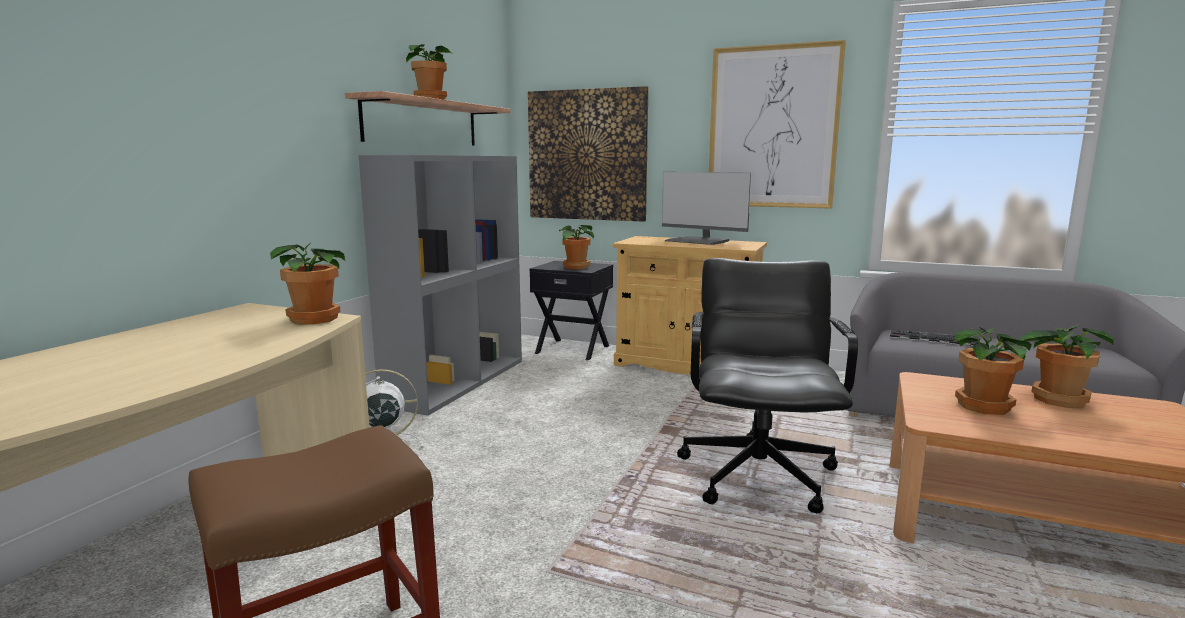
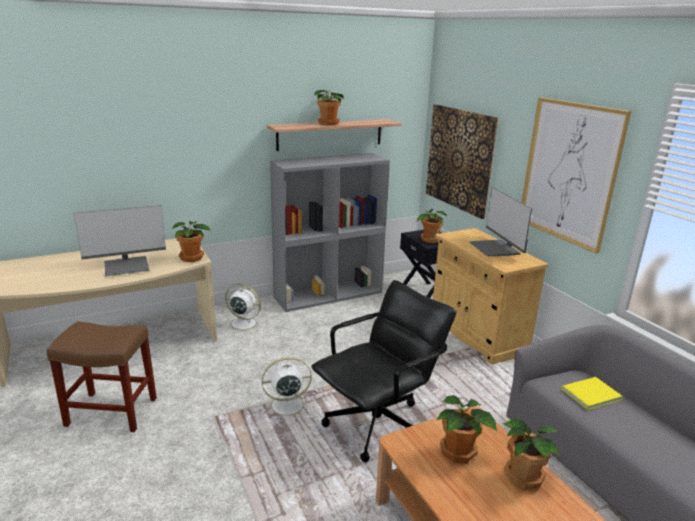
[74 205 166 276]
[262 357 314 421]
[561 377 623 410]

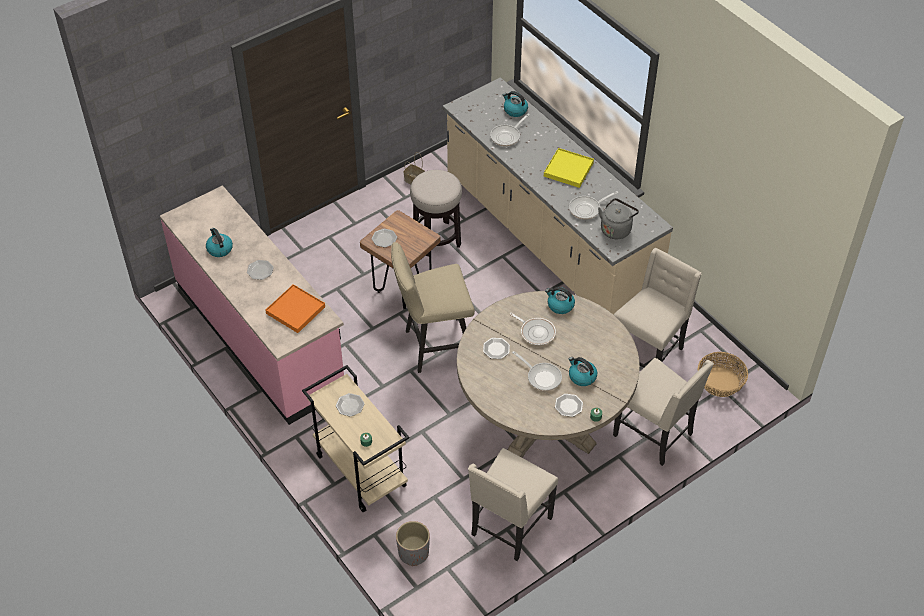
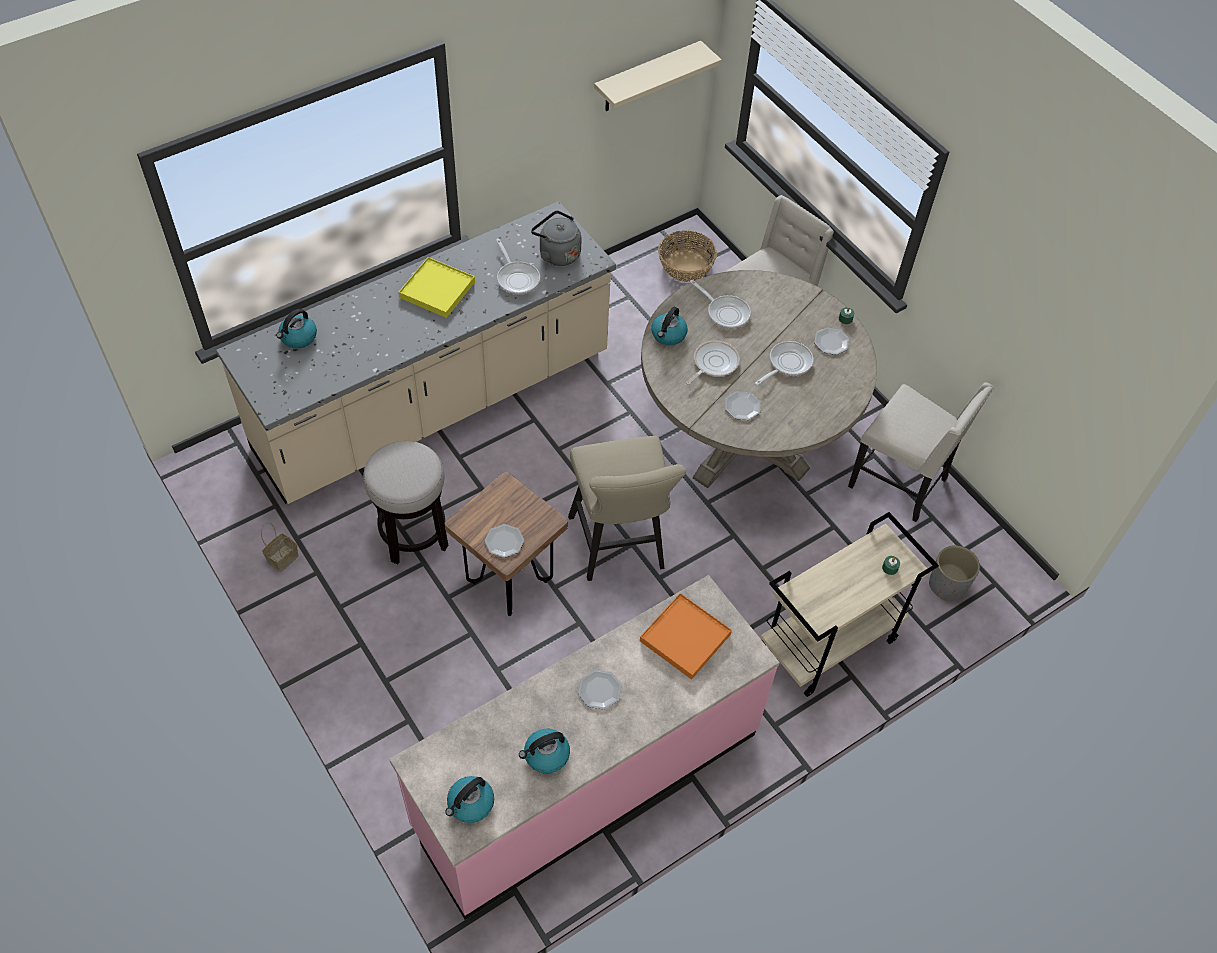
[336 393 364 417] (first image)
[614 248 702 368] (first image)
[594 41 722 111]
[690 280 751 329]
[445 776 494 823]

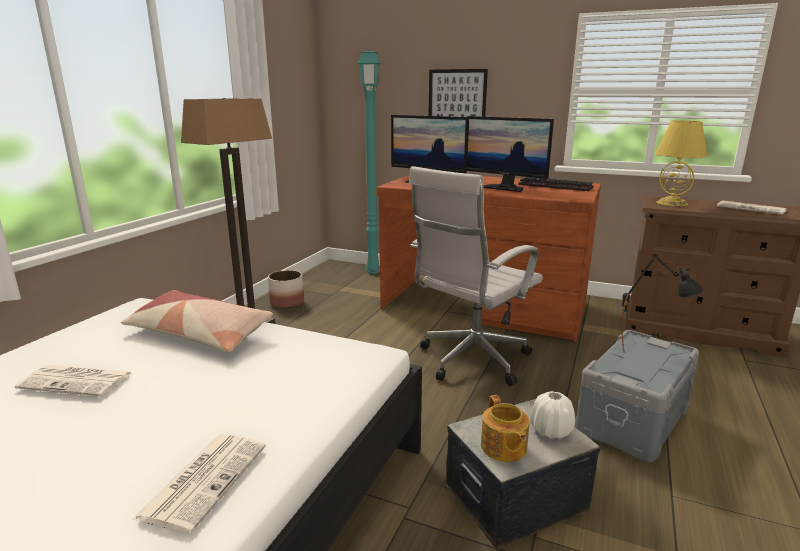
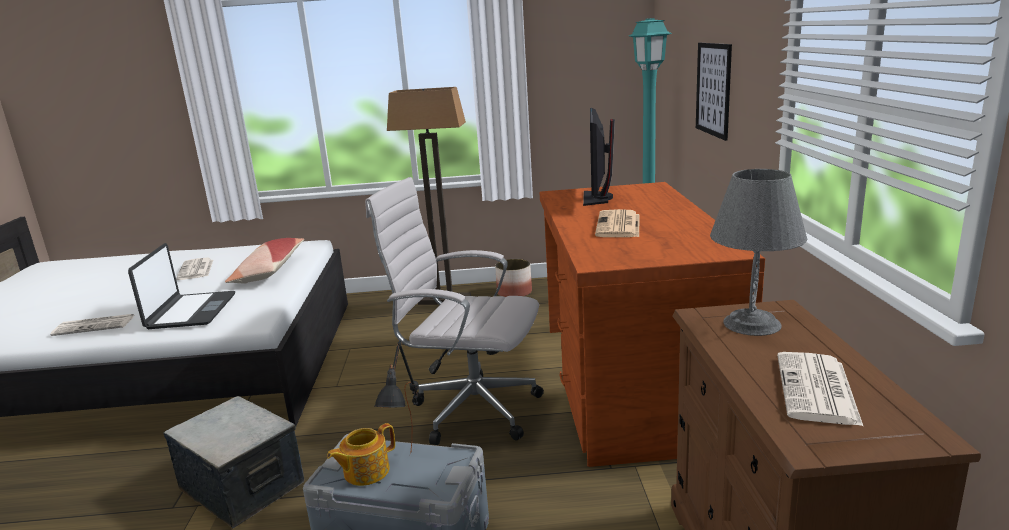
[519 177 594 191] (first image)
[530 391 575 439] (first image)
[128 243 235 329]
[327 423 395 486]
[595 209 639 237]
[710 169 807 336]

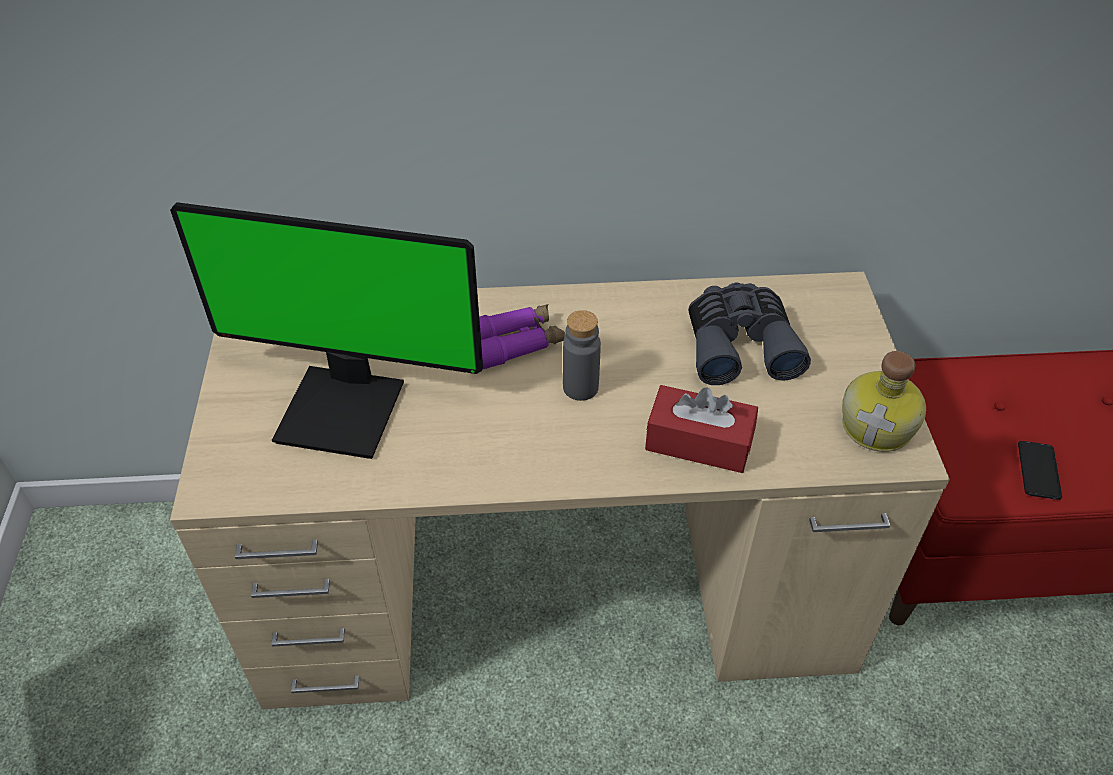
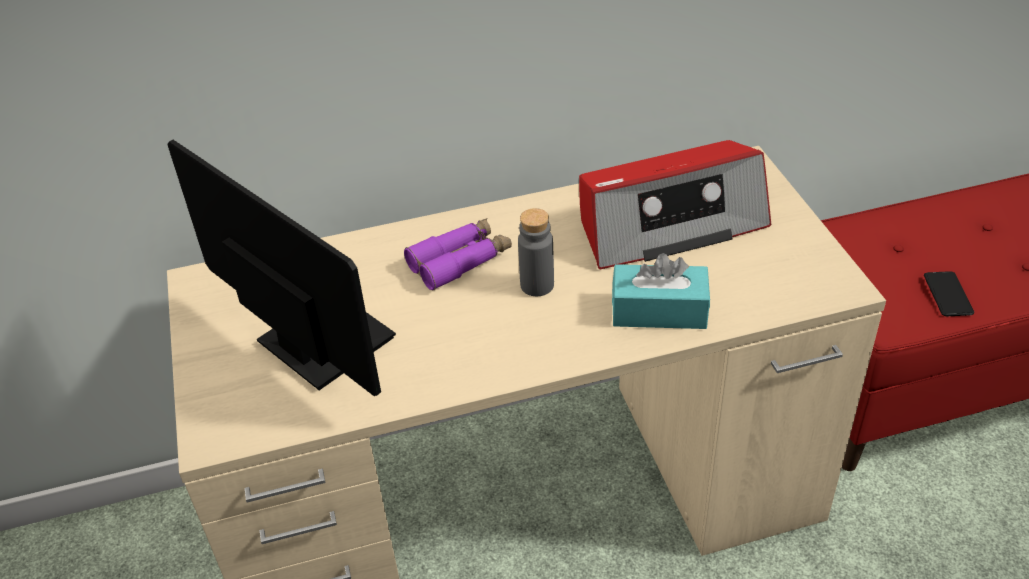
[842 351 926 452] (first image)
[579 140 771 269]
[612 253 710 329]
[167 140 396 396]

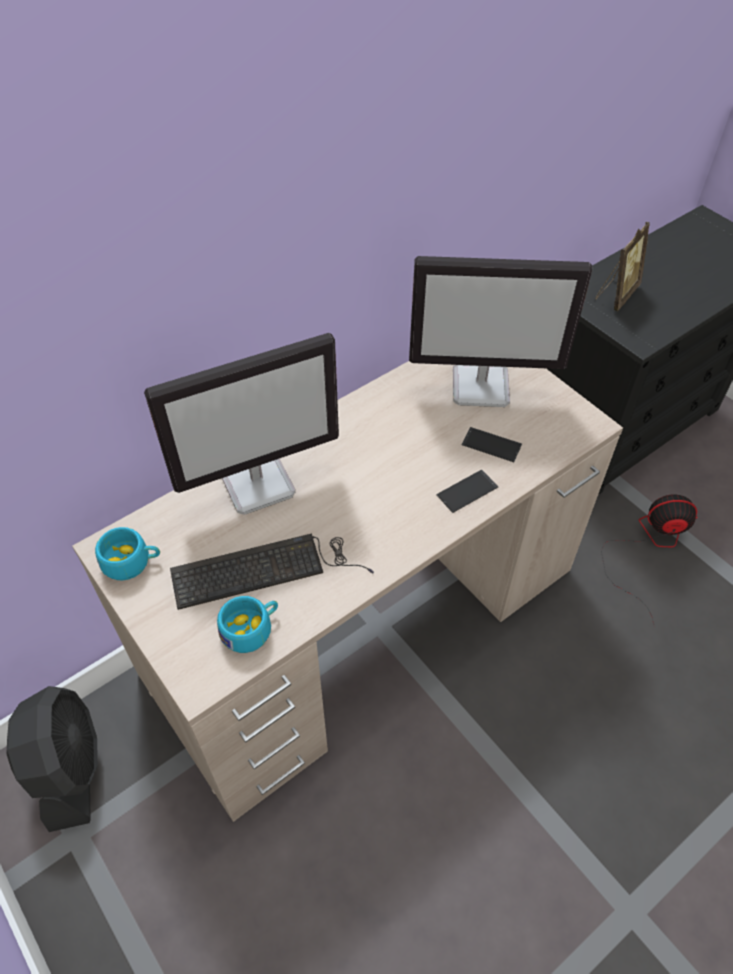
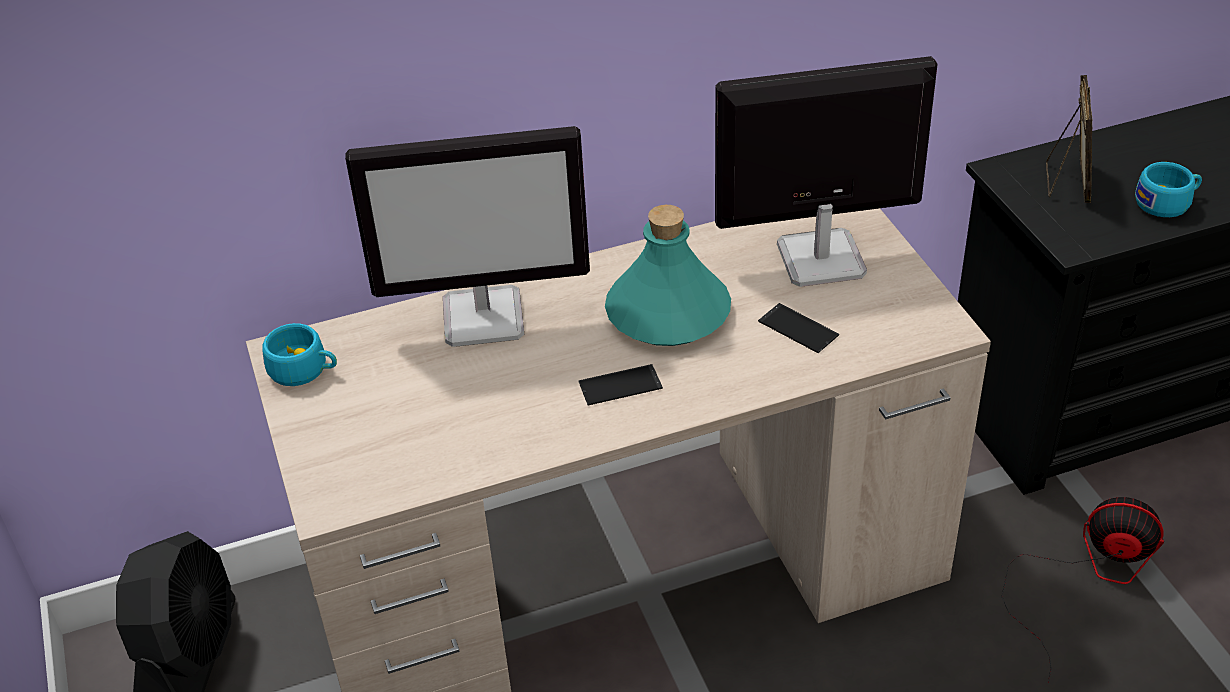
[170 534 374 610] (first image)
[605 205 731 346]
[1135 162 1202 217]
[578 364 663 405]
[715 56 937 287]
[1046 75 1092 203]

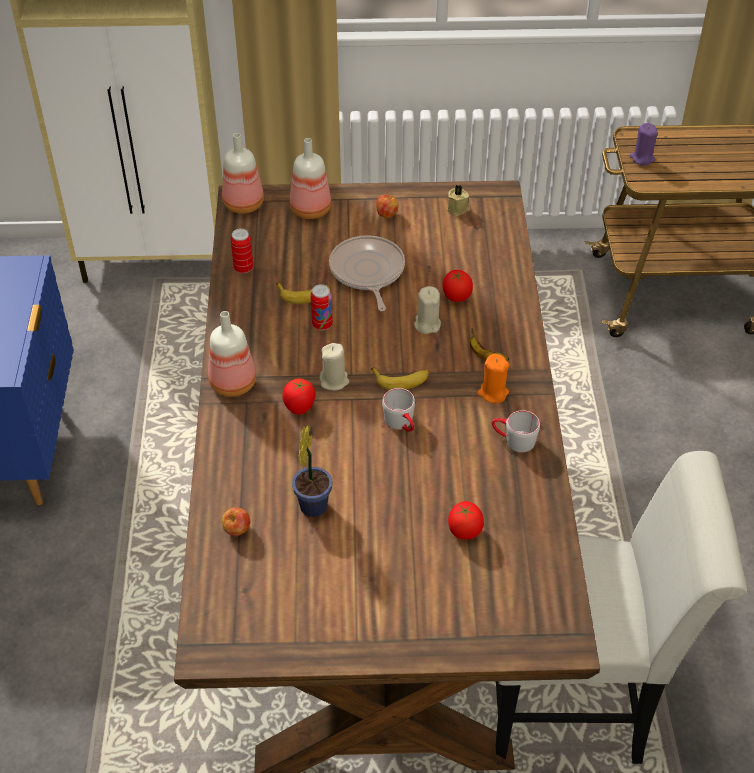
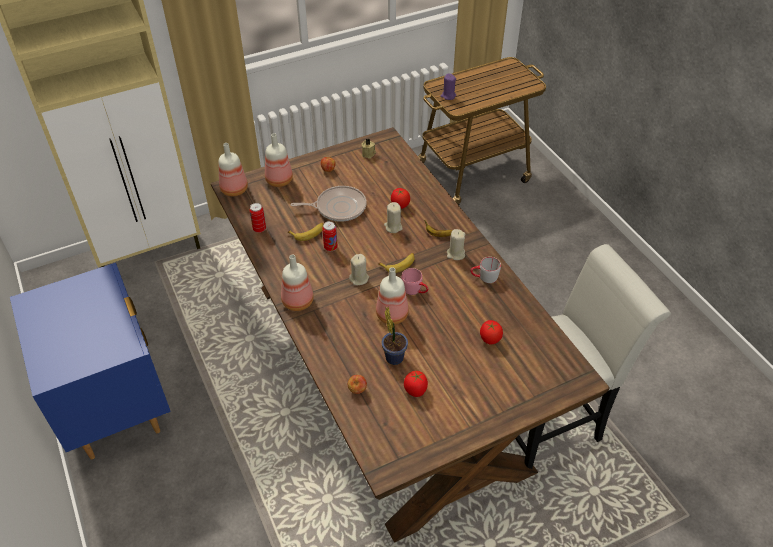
[376 267 409 325]
[404 371 428 397]
[401 268 429 295]
[447 229 465 260]
[291 186 366 222]

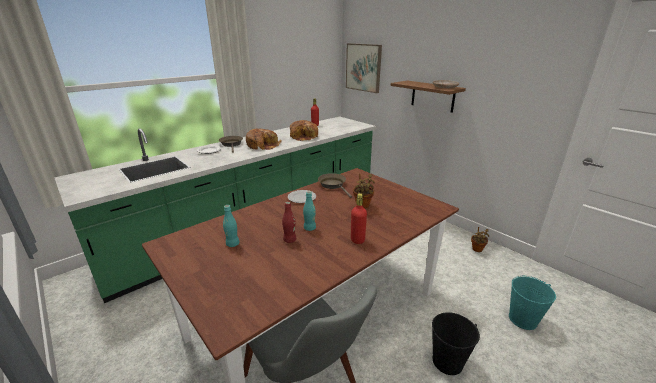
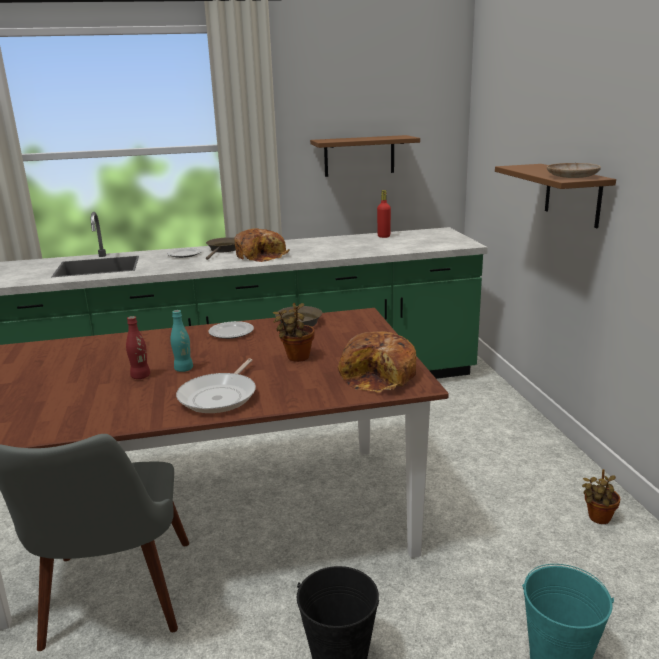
[223 205 240 247] (first image)
[346 43 382 93] (first image)
[310 135 420 177]
[338 331 416 392]
[176 358 256 413]

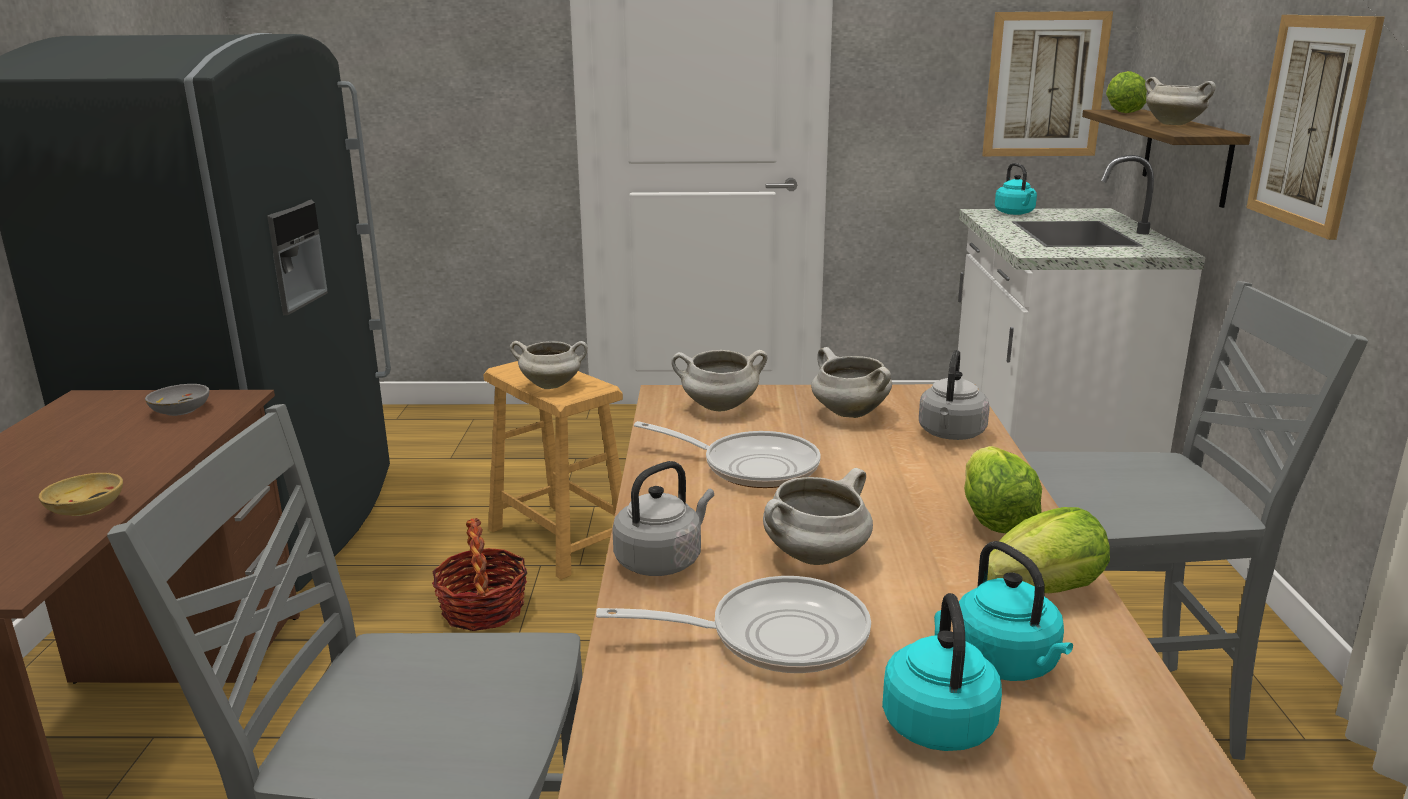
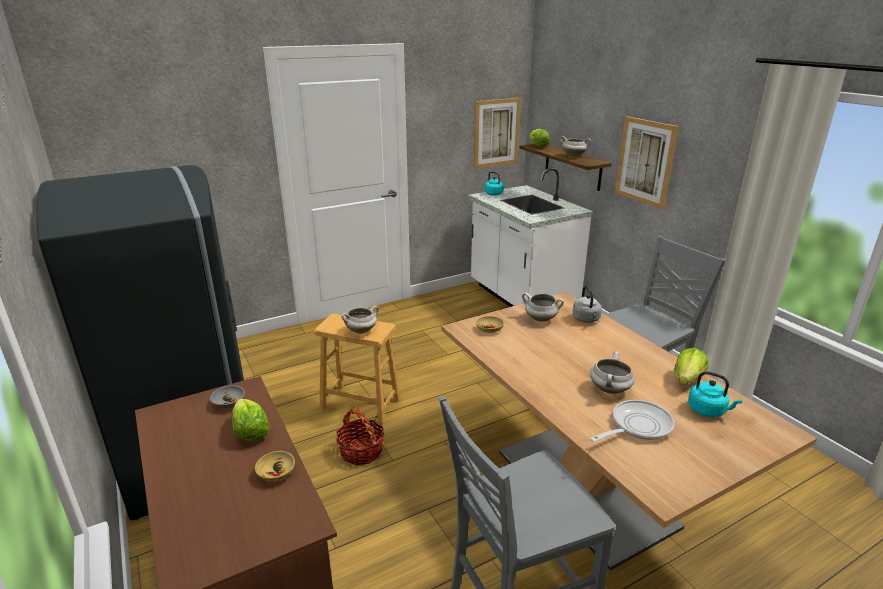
[612 461 714 576] (first image)
[634 421 820 488] (first image)
[882 593 1002 751] (first image)
[233 398 270 442]
[476 316 504 333]

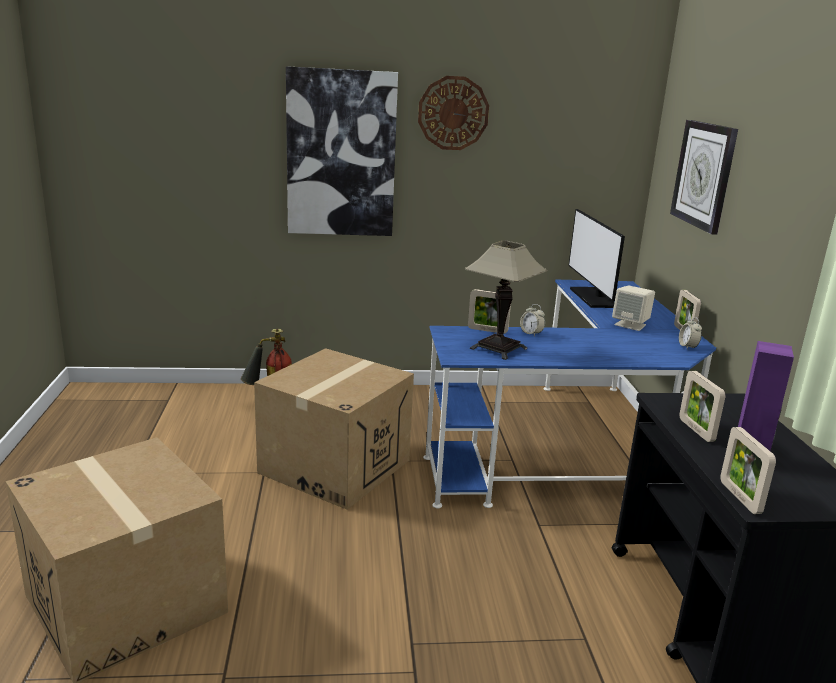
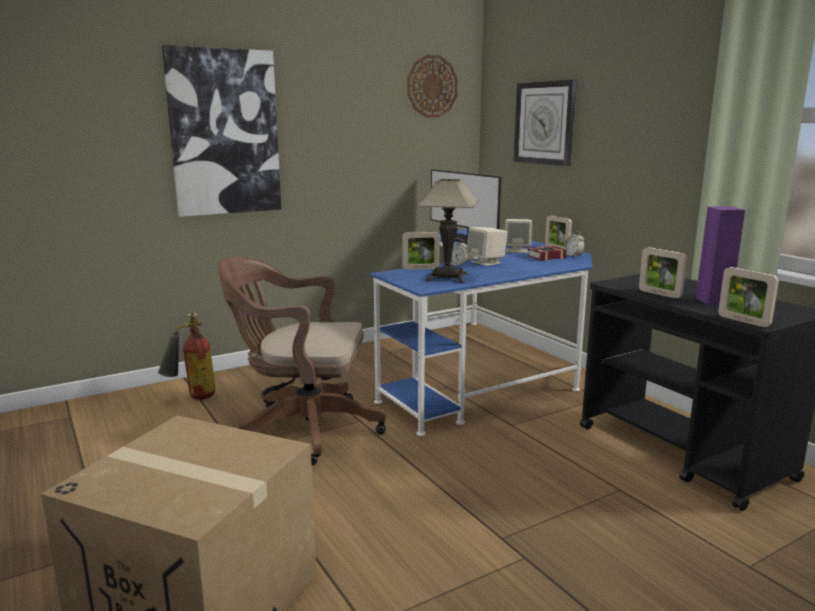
[467 227 507 266]
[526 246 566 261]
[407 55 458 118]
[217 256 386 466]

